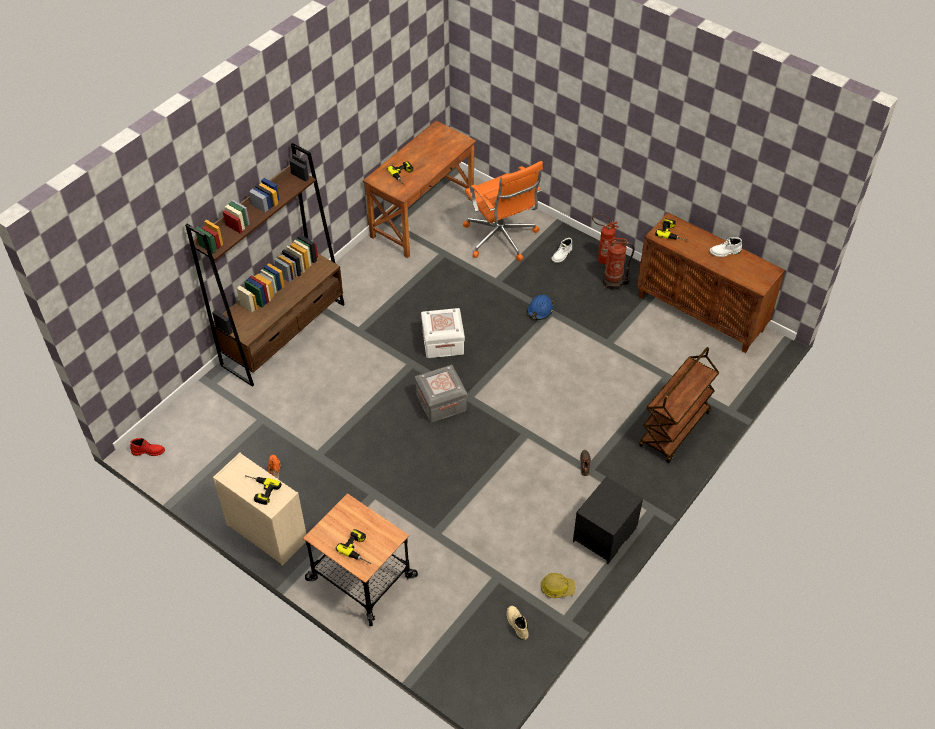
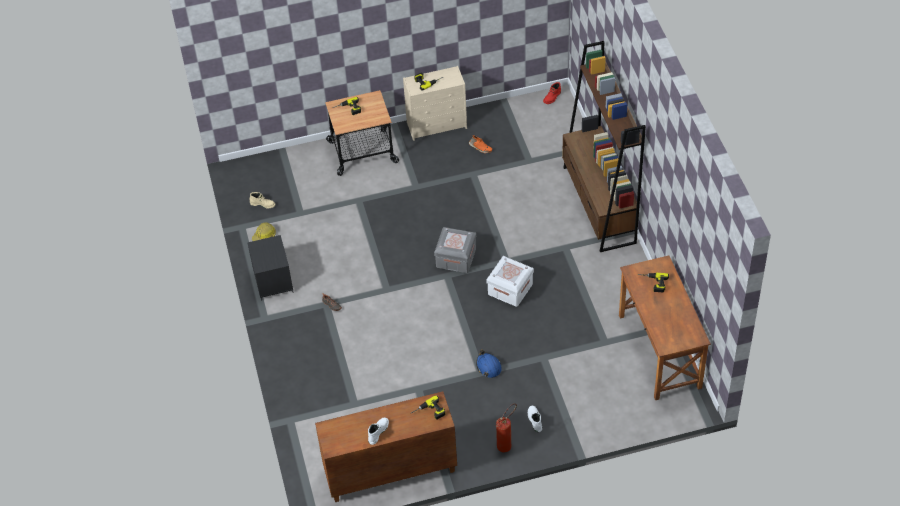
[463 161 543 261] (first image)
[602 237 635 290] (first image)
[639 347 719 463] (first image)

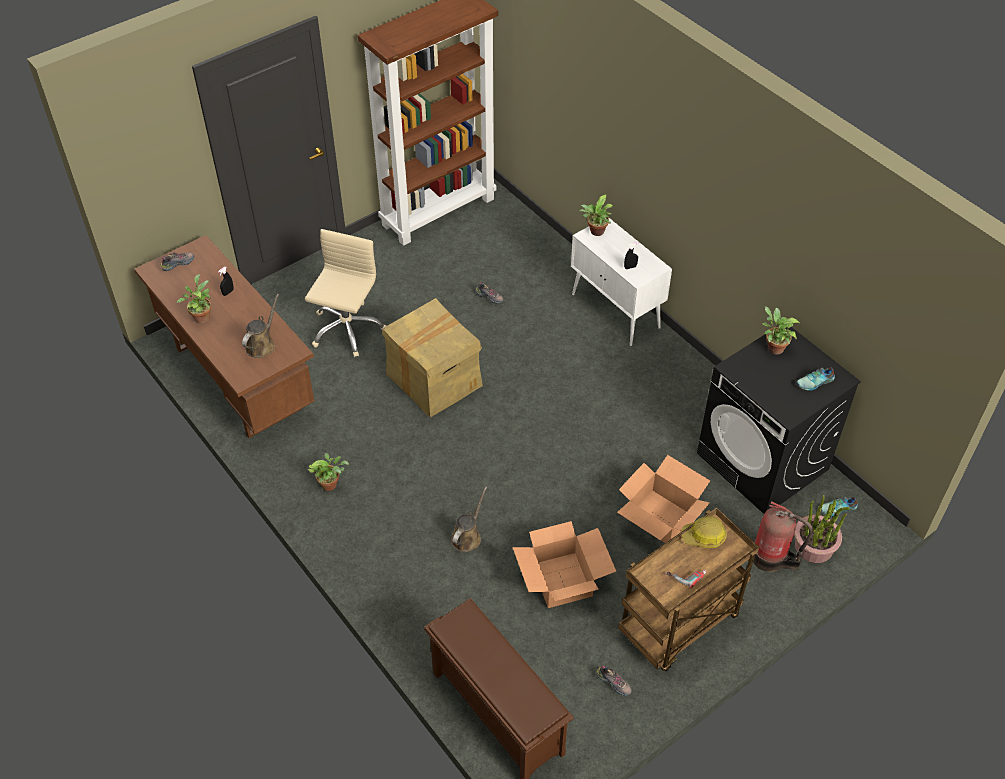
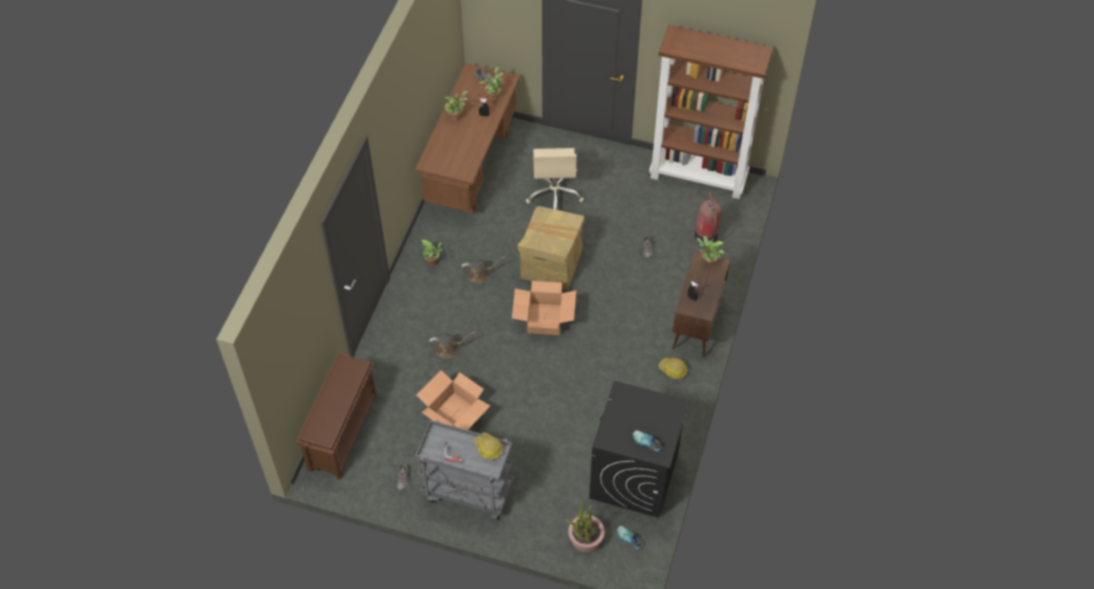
[658 358 687 379]
[461 256 506 284]
[512 281 576 335]
[695 192 721 248]
[479 67 504 101]
[672 251 730 358]
[415 420 514 520]
[526 148 584 210]

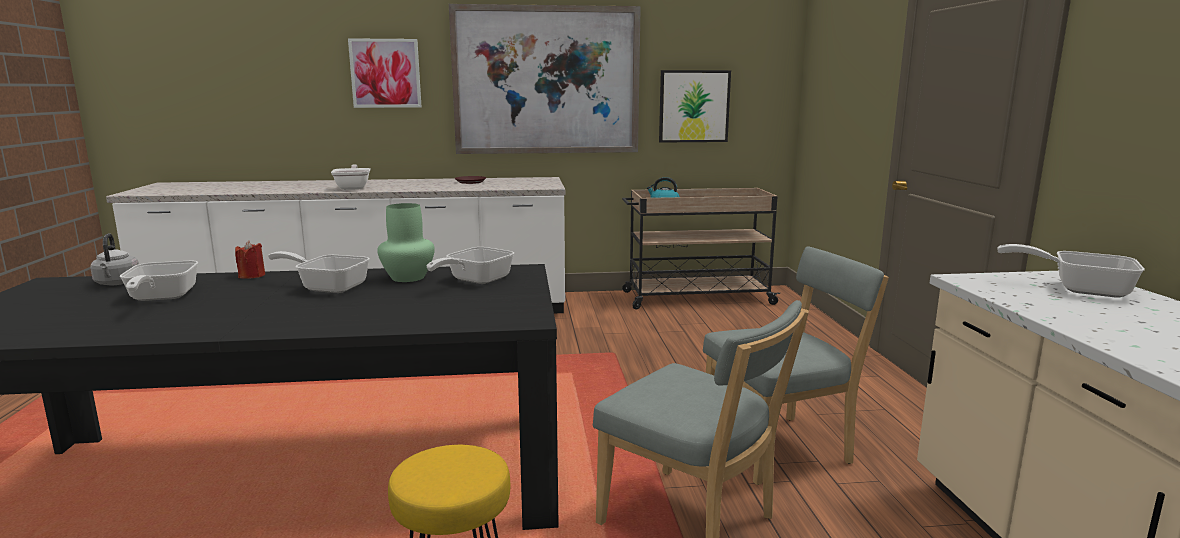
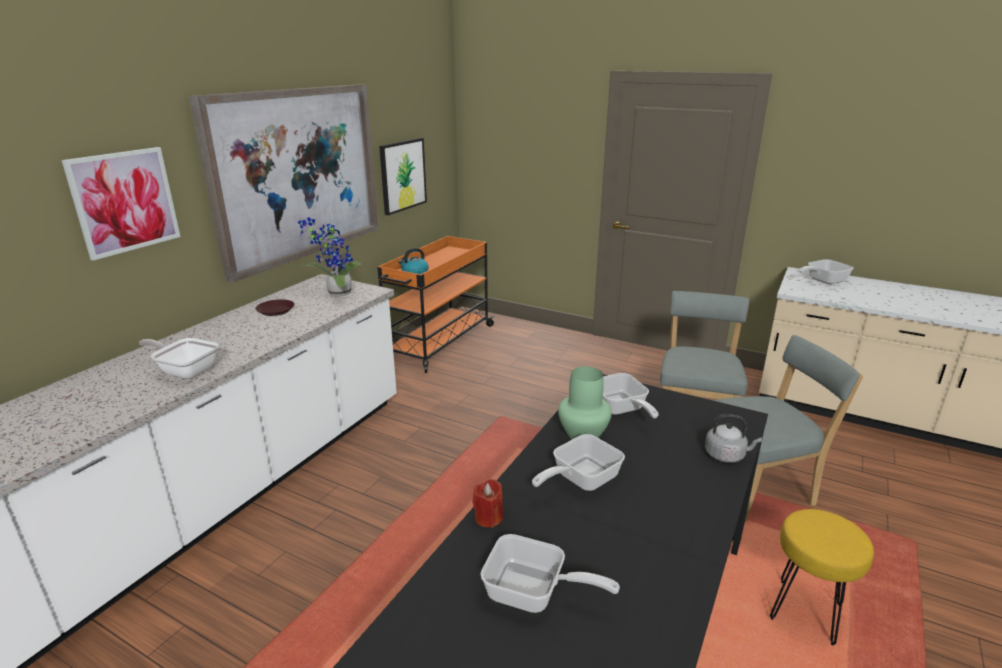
[297 217 361 296]
[705 414 762 463]
[377 236 495 373]

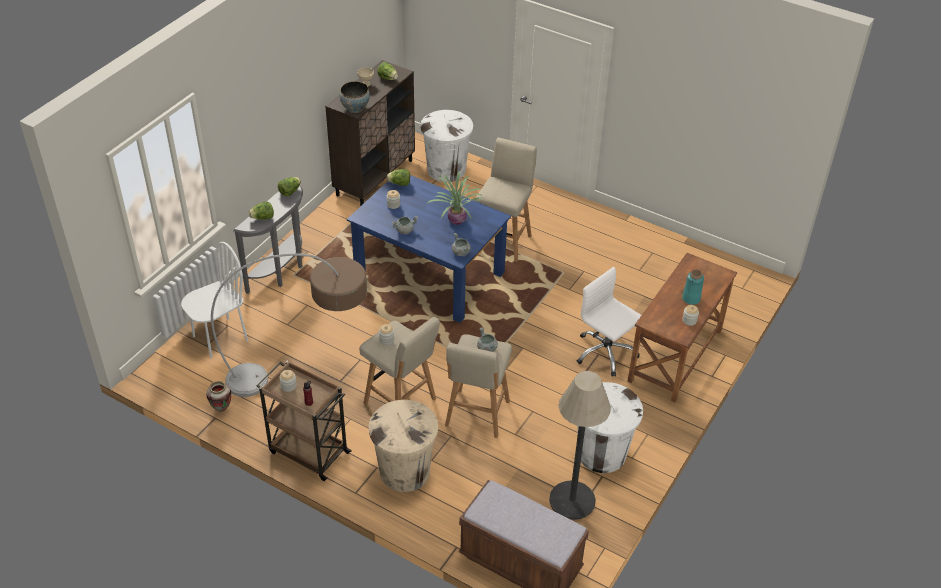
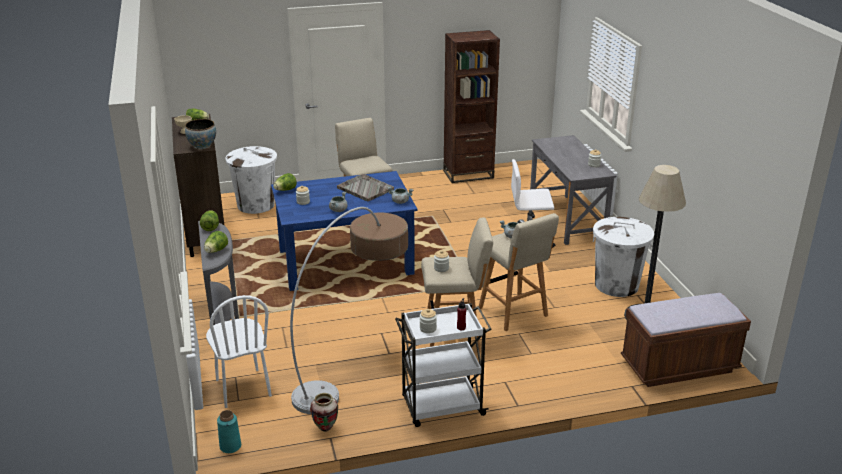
[369 400 438 492] (first image)
[443 30 500 183]
[217 410 241 453]
[337 174 394 202]
[395 303 492 427]
[530 135 616 245]
[206 295 272 408]

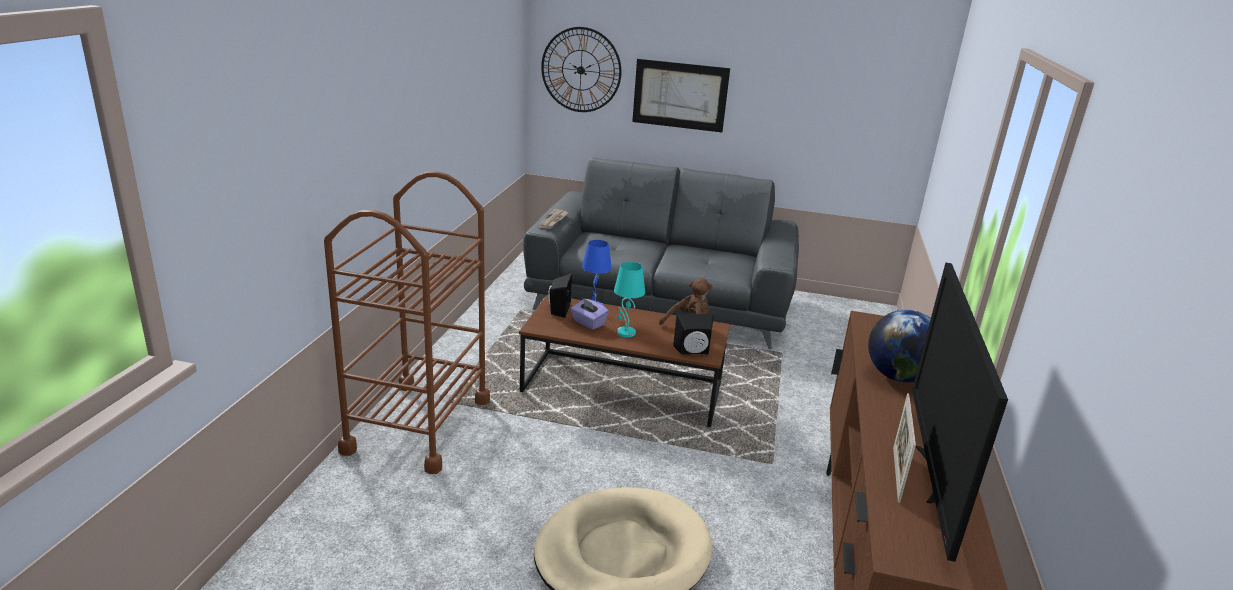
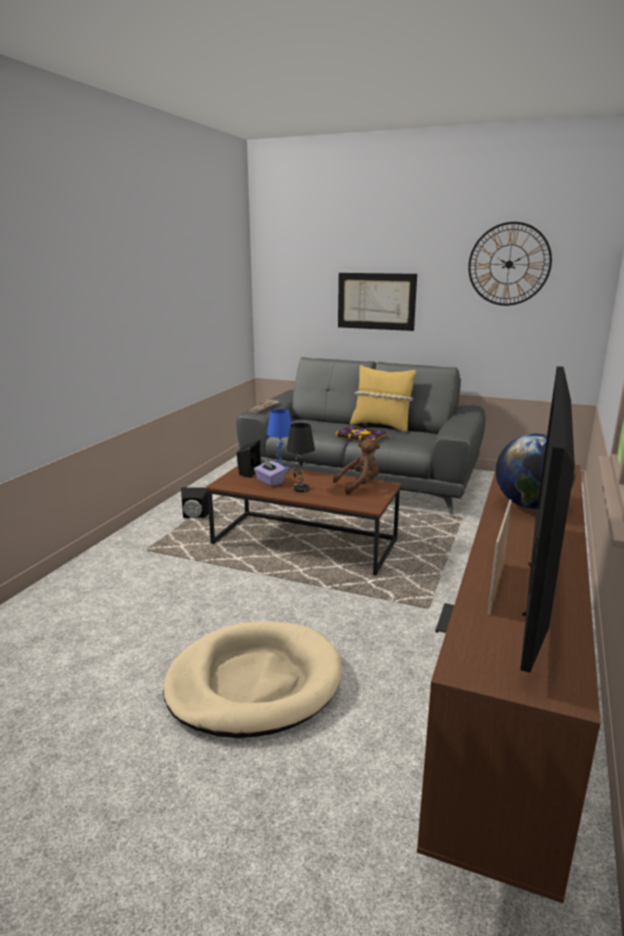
[324 171 490 474] (first image)
[336 426 387 442]
[350 365 416 433]
[468 222 552 306]
[181 487 209 518]
[286 423 315 492]

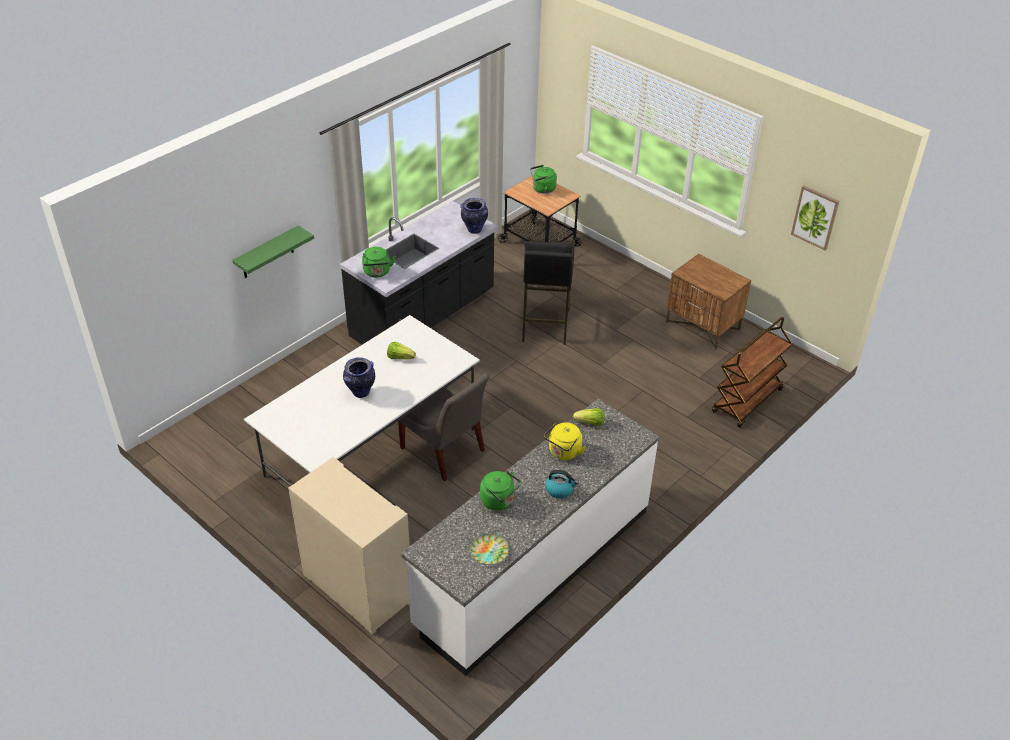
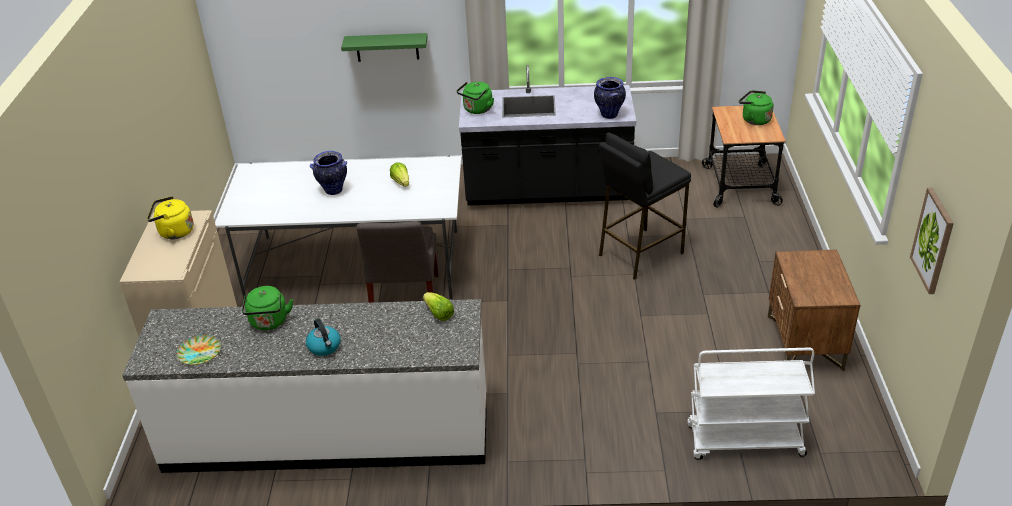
[147 196 194 239]
[687 348 815 460]

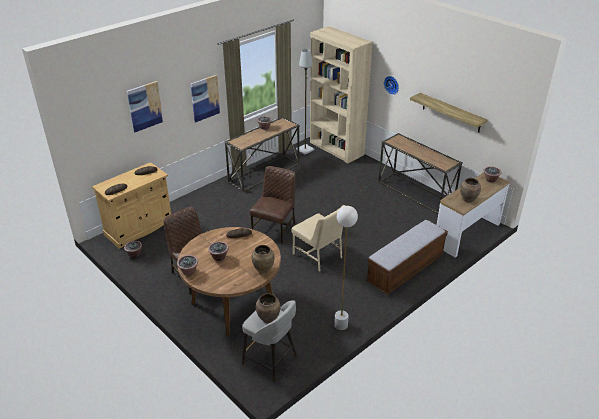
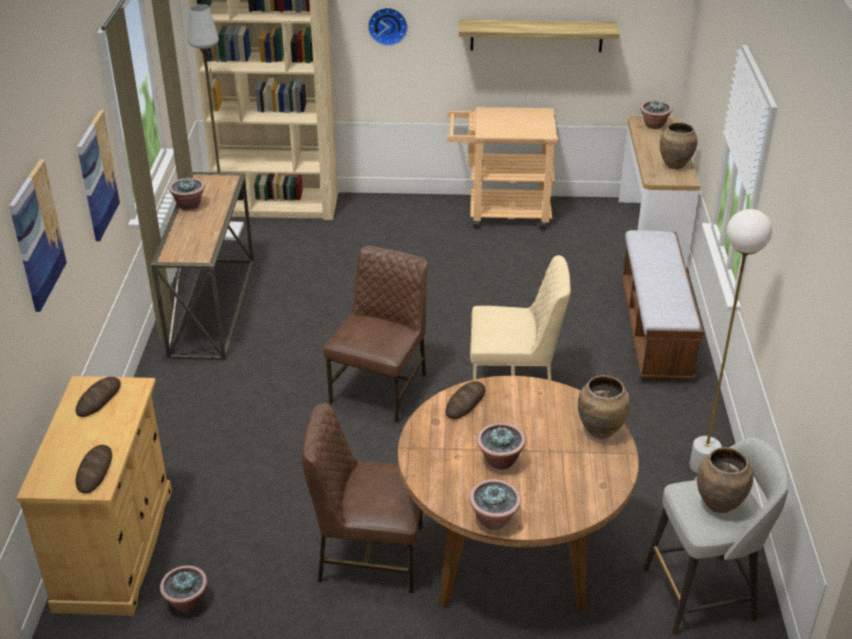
[446 107 559 230]
[324 246 427 423]

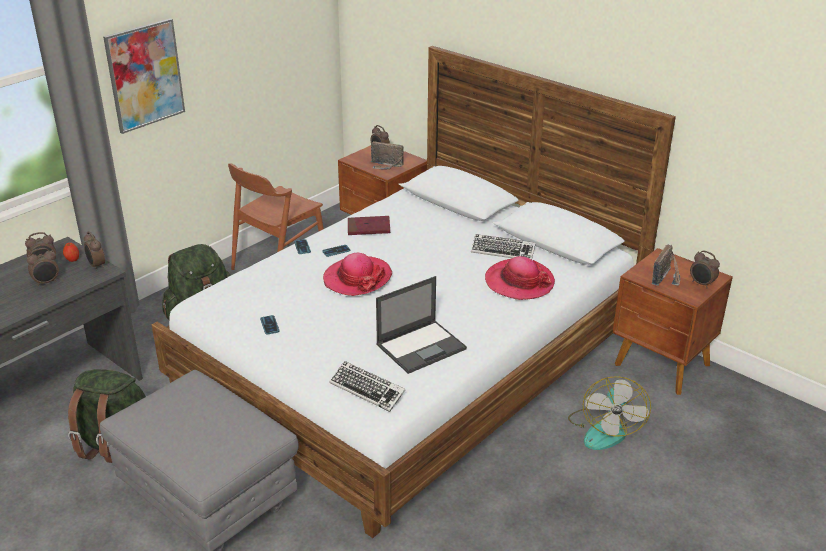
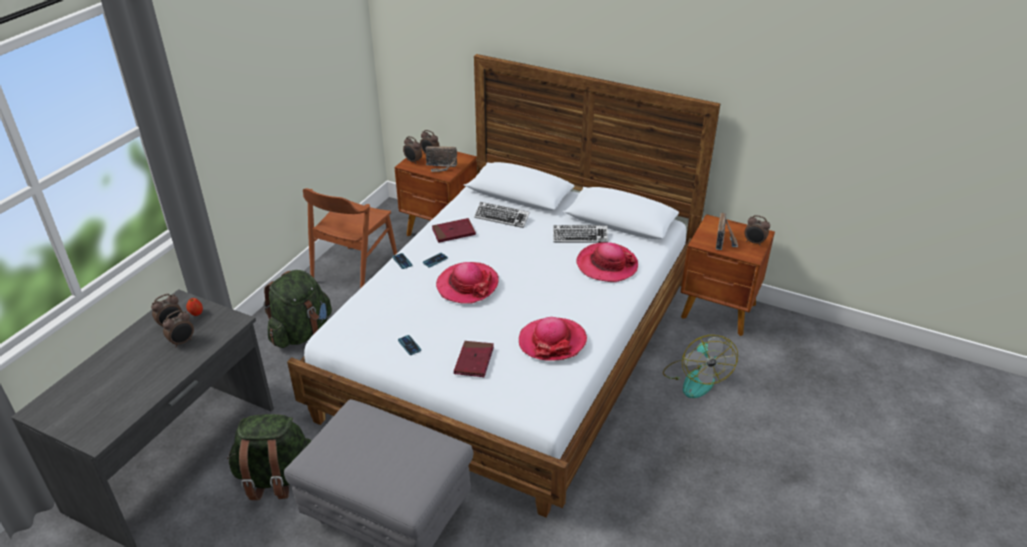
[103 18 185 134] (first image)
[454 341 494 377]
[403 136 422 164]
[474 202 530 228]
[519 317 587 361]

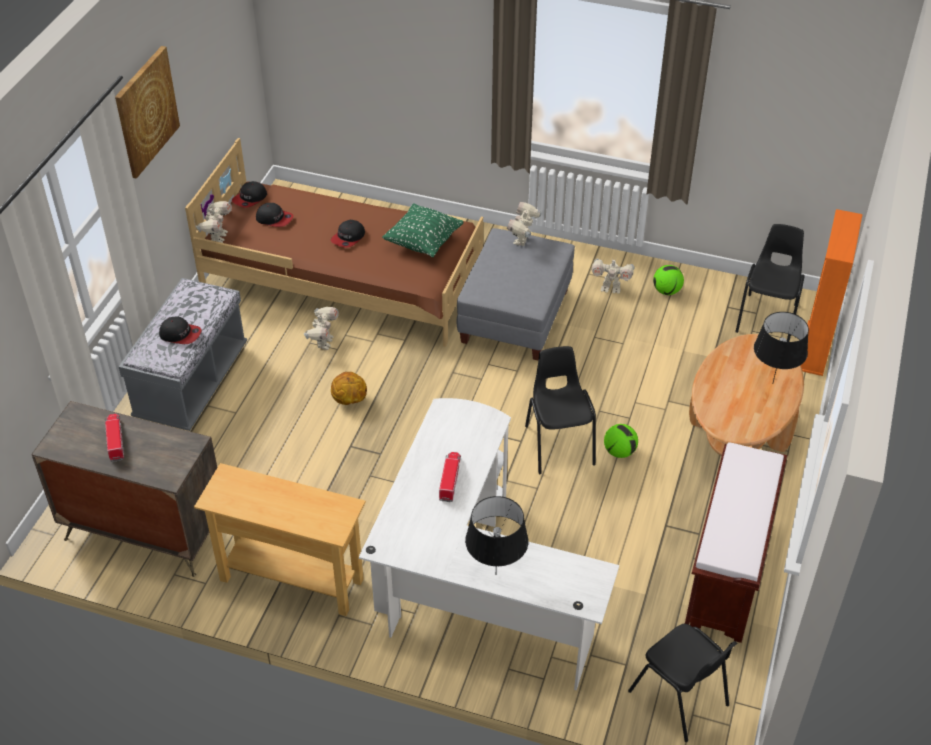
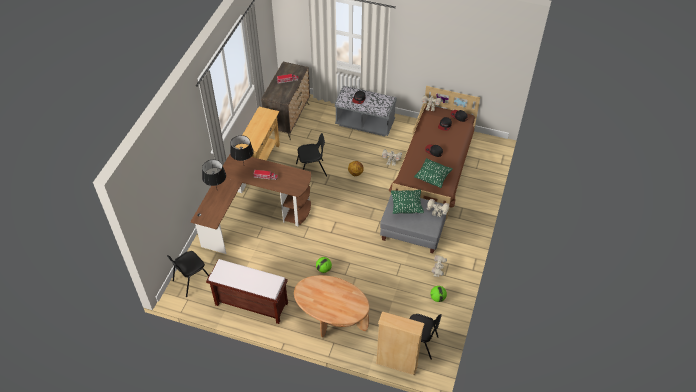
[115 46 180 179] (first image)
[391 190 424 214]
[296 133 327 177]
[230 135 254 163]
[190 154 311 254]
[376 311 425 375]

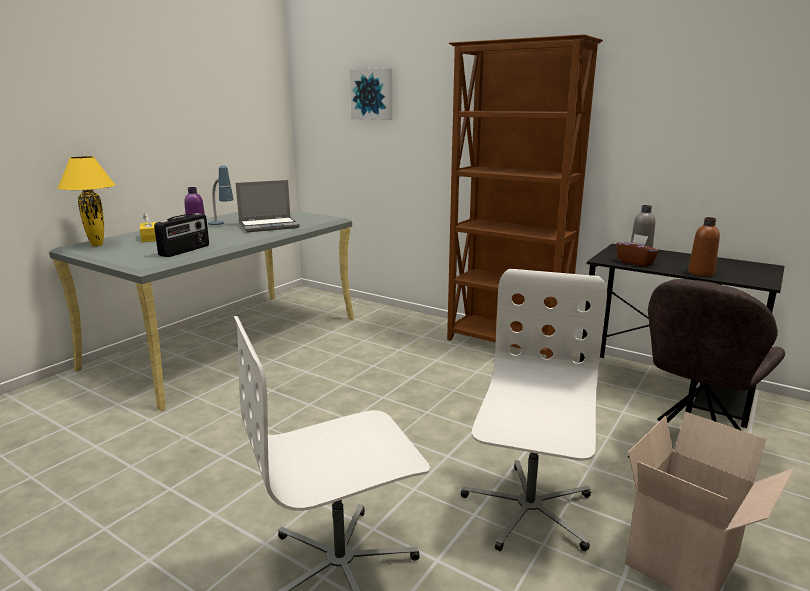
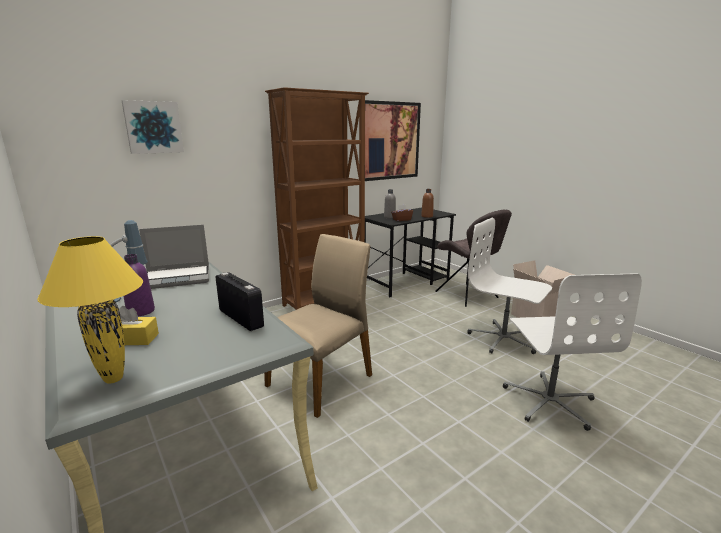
[264 234 372 418]
[365 100 421 181]
[139 225 209 289]

